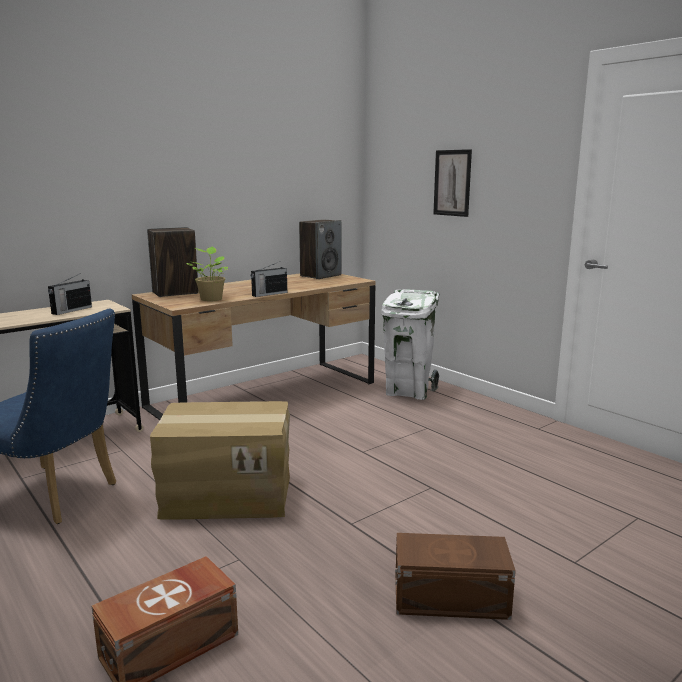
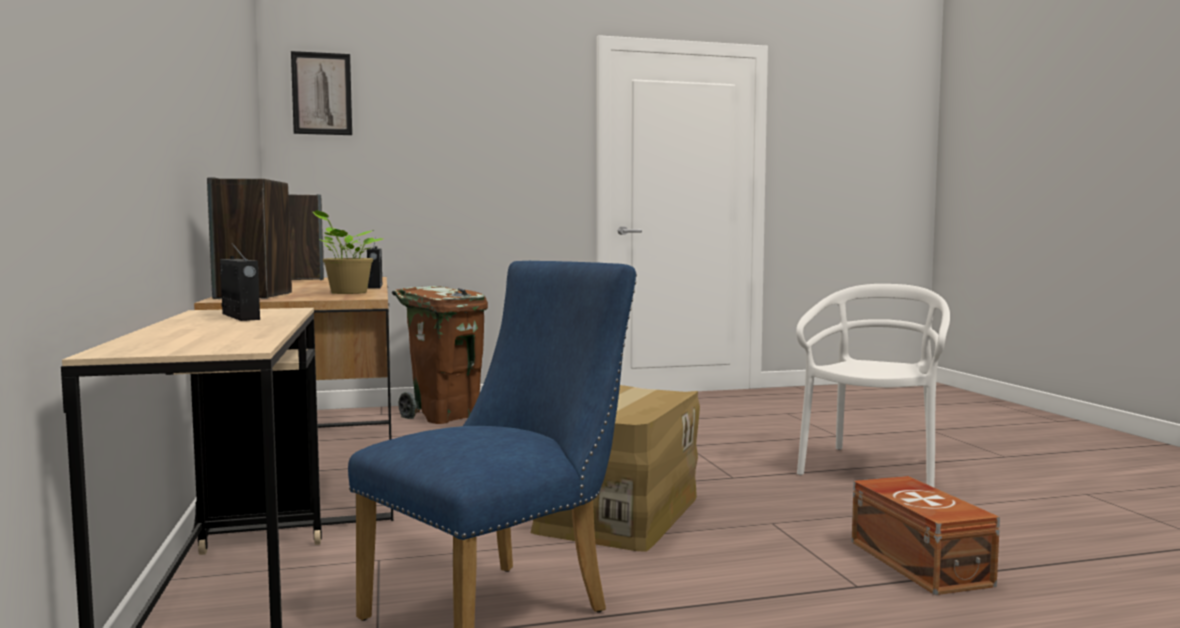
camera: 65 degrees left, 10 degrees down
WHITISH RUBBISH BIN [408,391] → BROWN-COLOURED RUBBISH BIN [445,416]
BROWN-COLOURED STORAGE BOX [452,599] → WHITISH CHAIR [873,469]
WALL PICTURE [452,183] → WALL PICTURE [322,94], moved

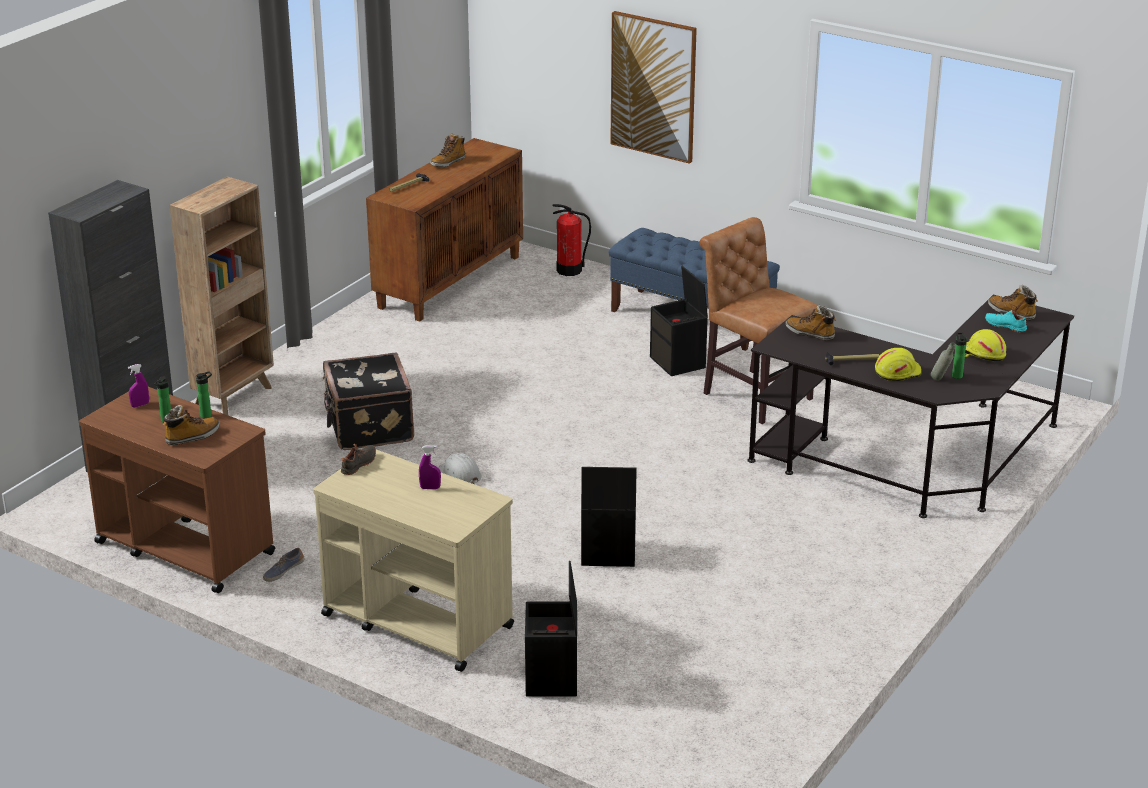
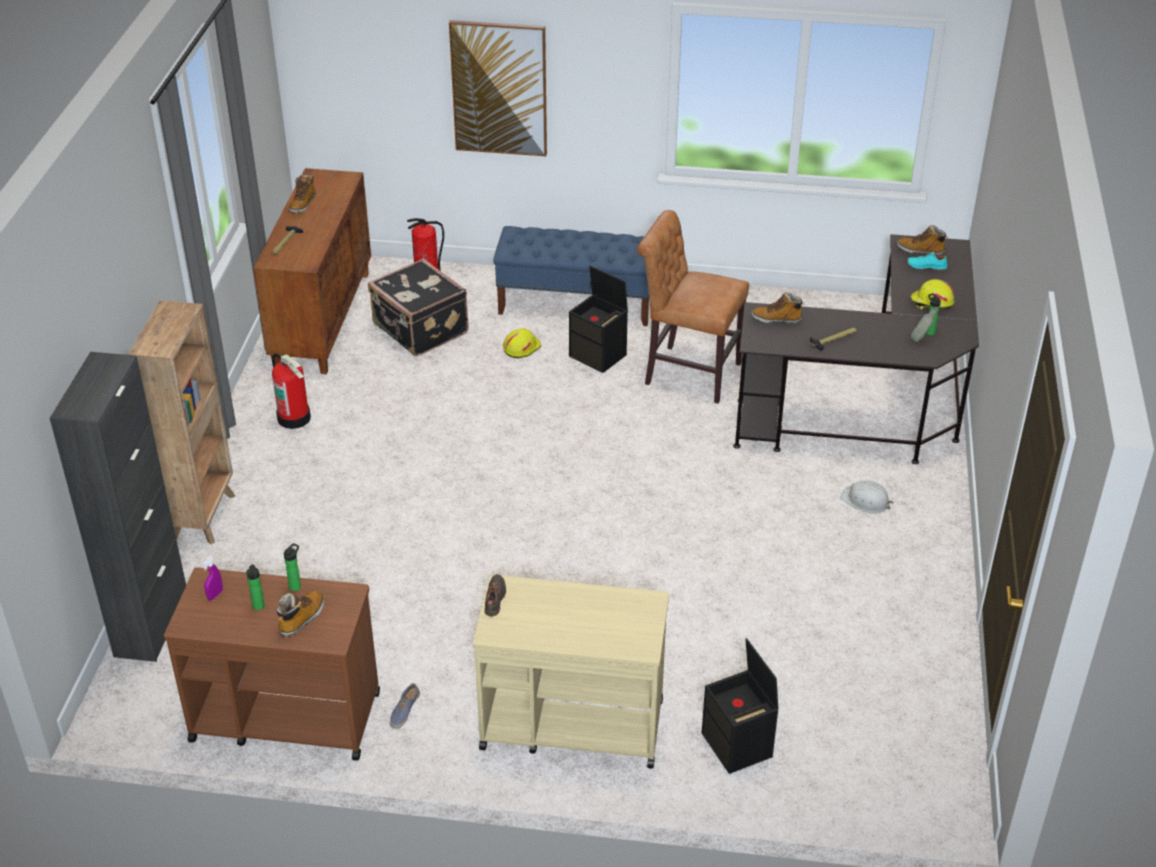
camera: 25 degrees left, 10 degrees up
BLACK-COLOURED TRAVEL CASE [368,427] → BLACK-COLOURED TRAVEL CASE [419,330], moved
PURPLE-COLOURED SPRAY BOTTLE [430,488] → -
WHITISH SAFETY HELMET [460,475] → WHITISH SAFETY HELMET [866,501], moved
BLACK-COLOURED STORAGE BOX [606,553] → -
YELLOW-COLOURED SAFETY HELMET [897,372] → YELLOW-COLOURED SAFETY HELMET [521,348], moved
- → FIRE EXTINGUISHER [294,418]

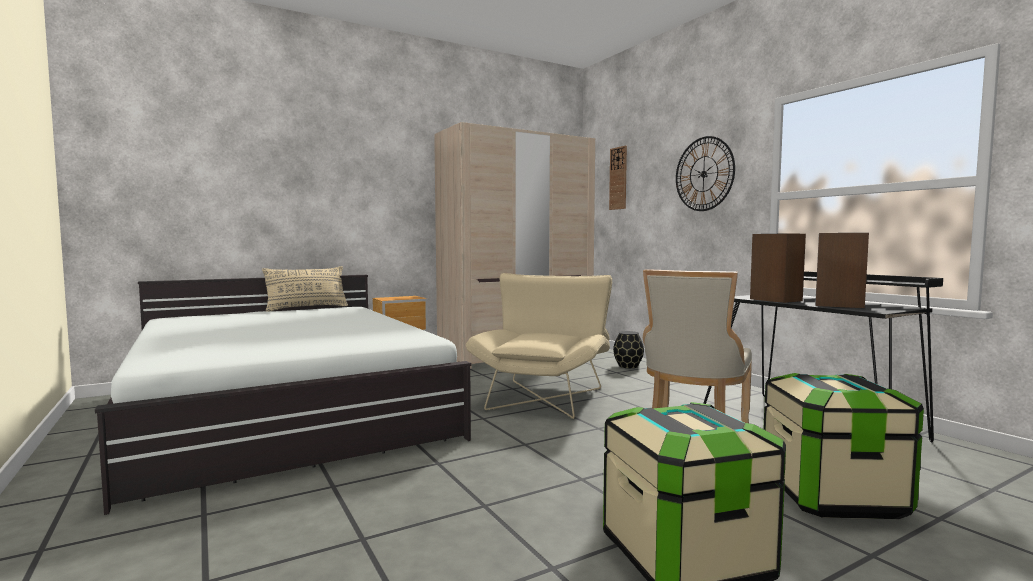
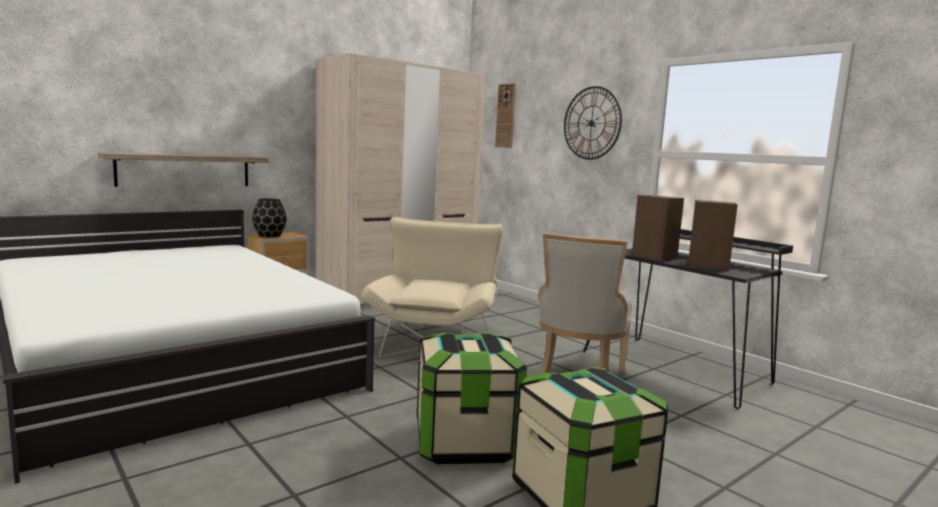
camera: 10 degrees left, 5 degrees up
BEIGE THROW PILLOW [307,308] → -
BLACK-COLOURED VASE [628,366] → BLACK-COLOURED VASE [269,236], moved
STORAGE BOX [833,496] → STORAGE BOX [465,442], moved
- → WALL SHELF [184,170]

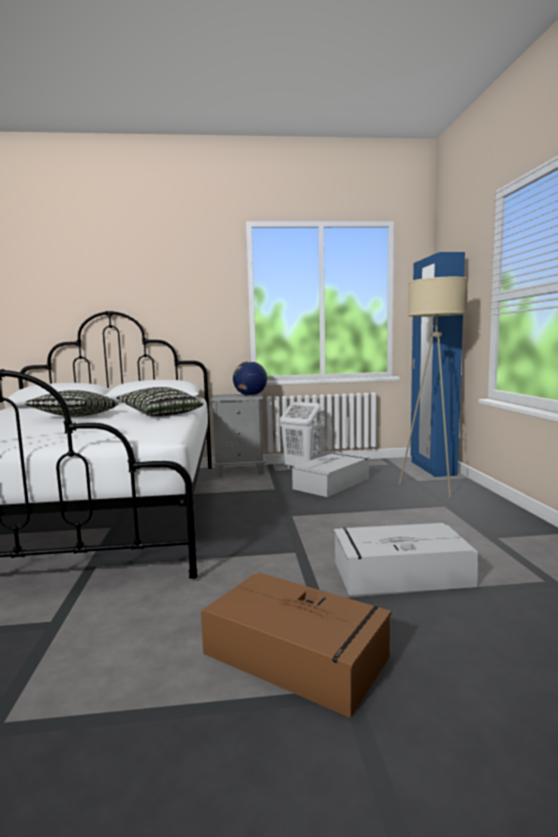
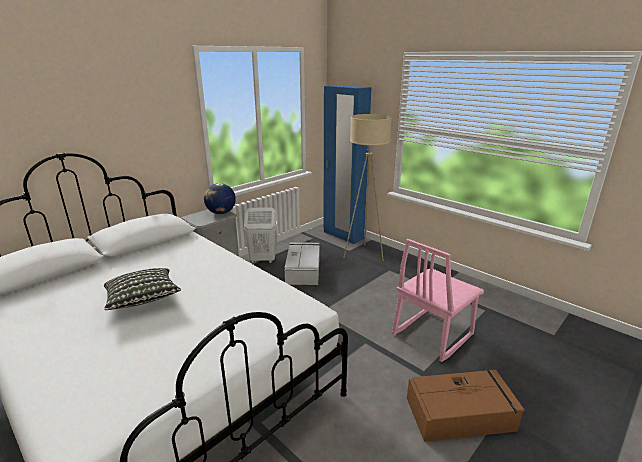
camera: 40 degrees left, 15 degrees up
THROW PILLOW [161,414] → -
GREYISH STORAGE BOX [399,573] → PINK CHAIR [431,334]

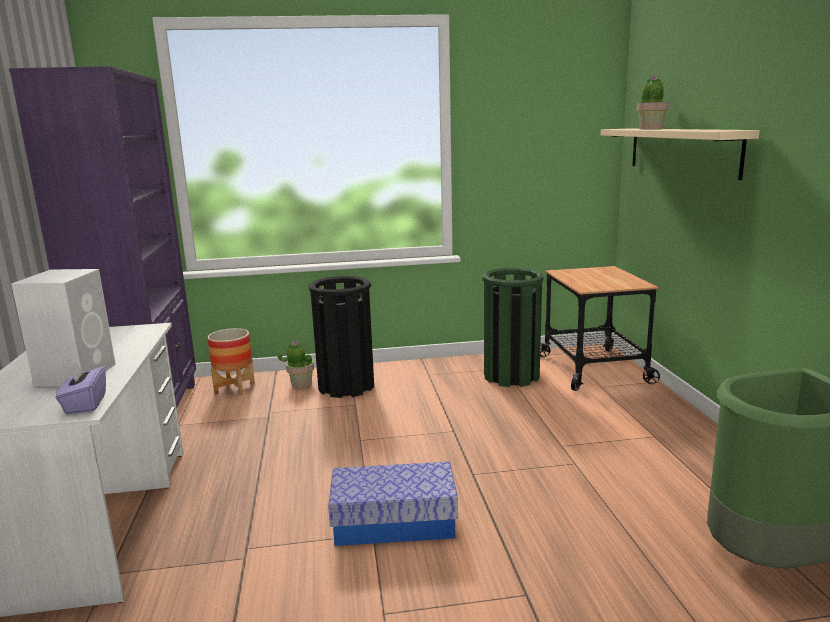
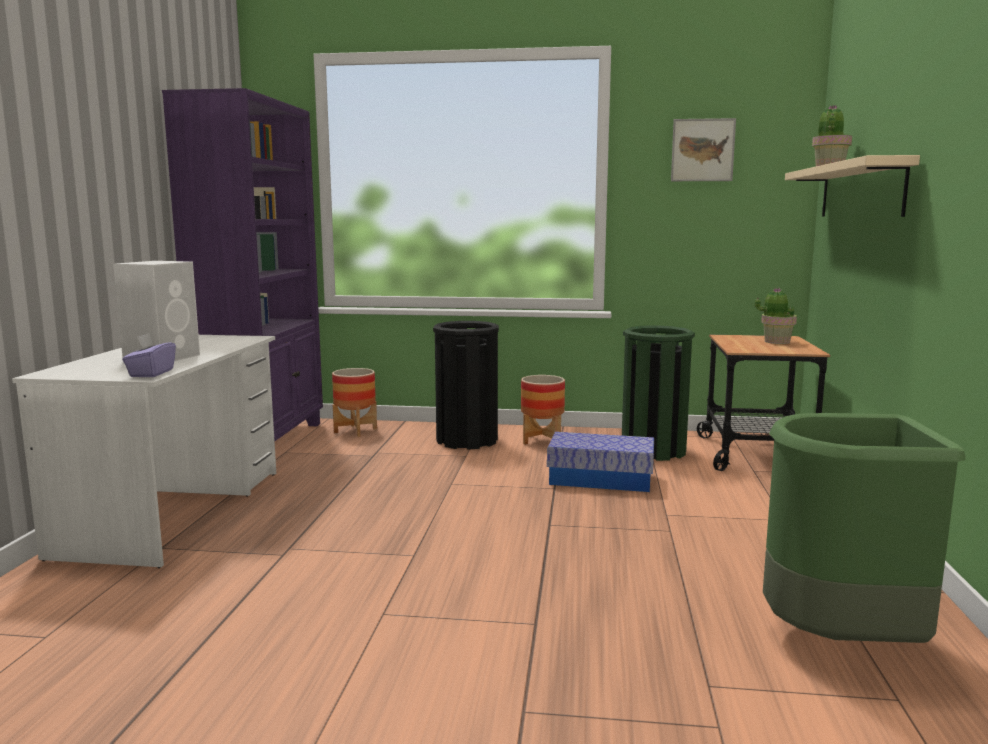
camera: 15 degrees right, 5 degrees down
HOUSEPLANT [301,384] → HOUSEPLANT [776,342], moved
STORAGE BOX [394,522] → STORAGE BOX [600,479], moved
- → PLANT POT [542,440]
- → WALL PICTURE [702,150]

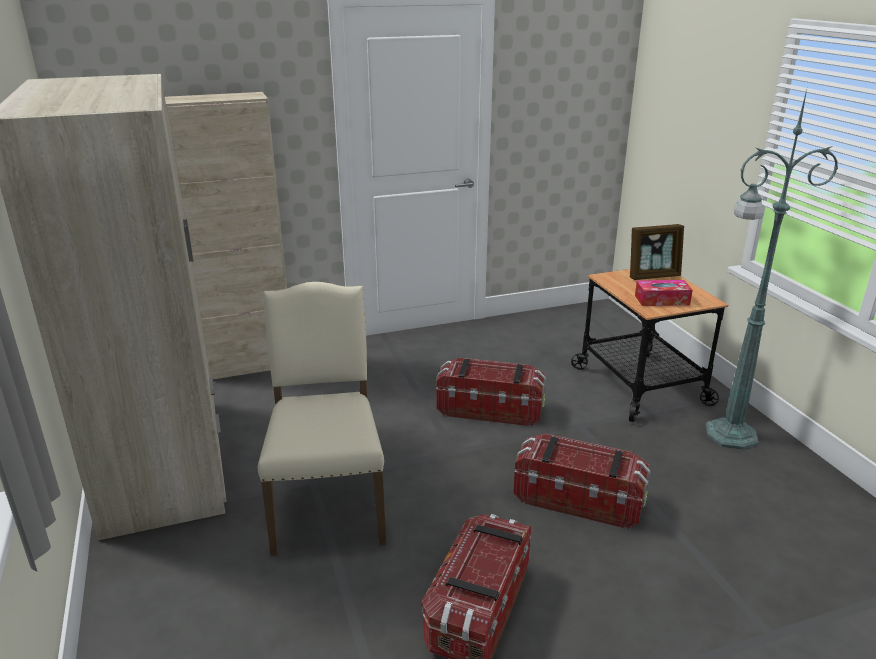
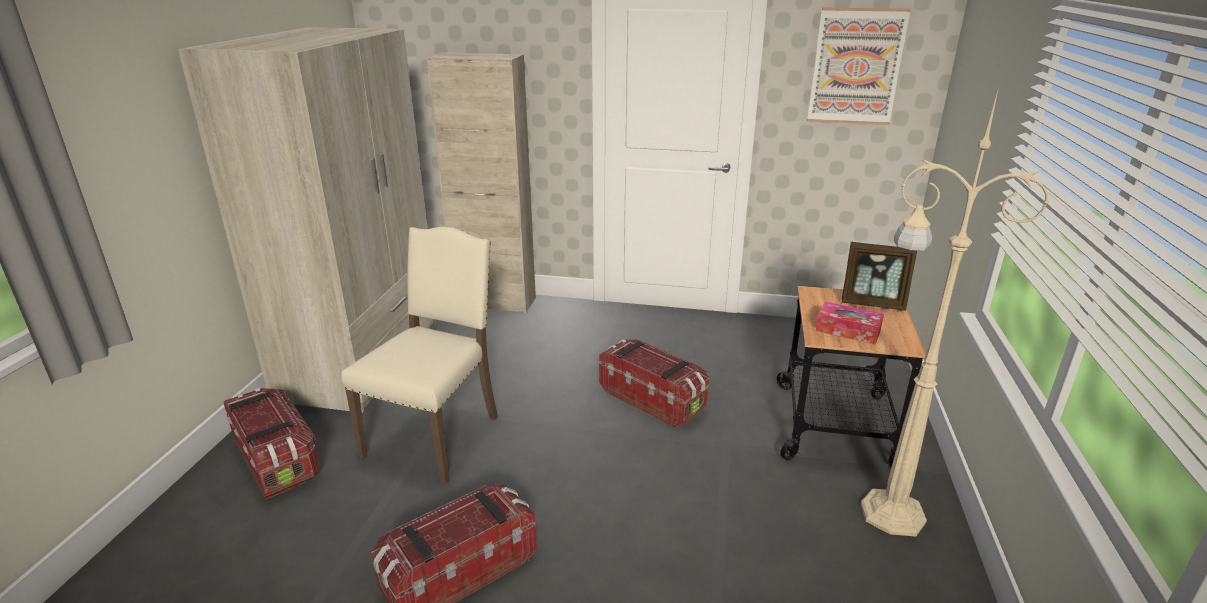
camera: 30 degrees right, 0 degrees up
STORAGE BOX [578,499] → STORAGE BOX [276,459], moved
GREEN-COLOURED STANDARD LAMP [728,434] → BEIGE STANDARD LAMP [888,512]
- → WALL PICTURE [856,67]

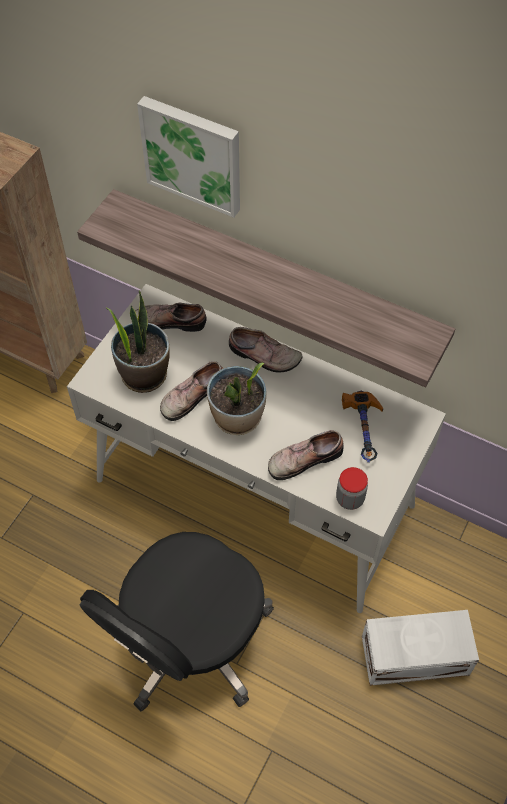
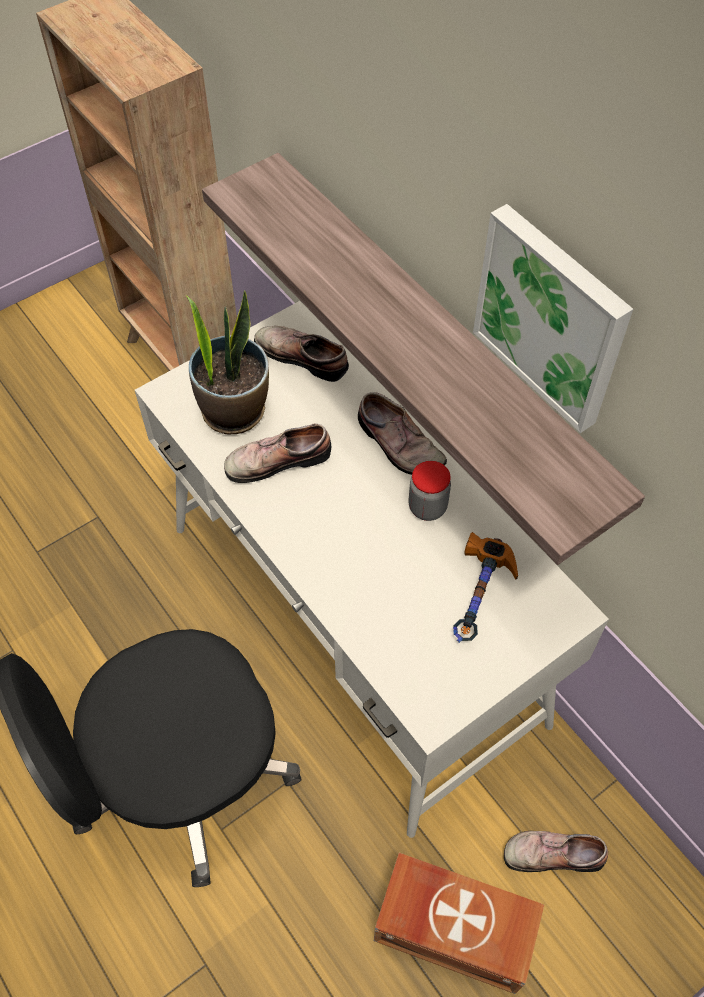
camera: 25 degrees right, 0 degrees up
WALL PICTURE [193,154] → WALL PICTURE [552,317], moved
HOUSEPLANT [238,418] → -
SHOE [303,458] → SHOE [552,852], moved
PRESERVE JAR [350,499] → PRESERVE JAR [427,507], moved
WHITISH STORAGE BOX [413,654] → BROWN-COLOURED STORAGE BOX [452,926]

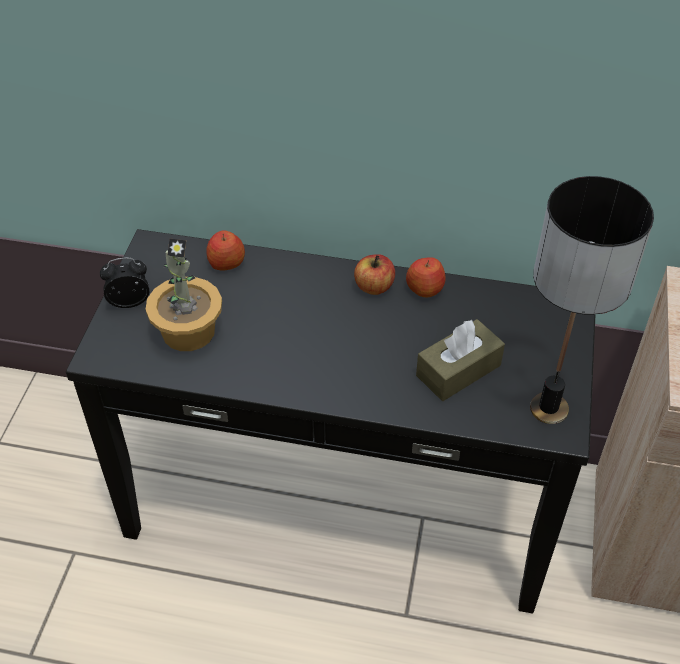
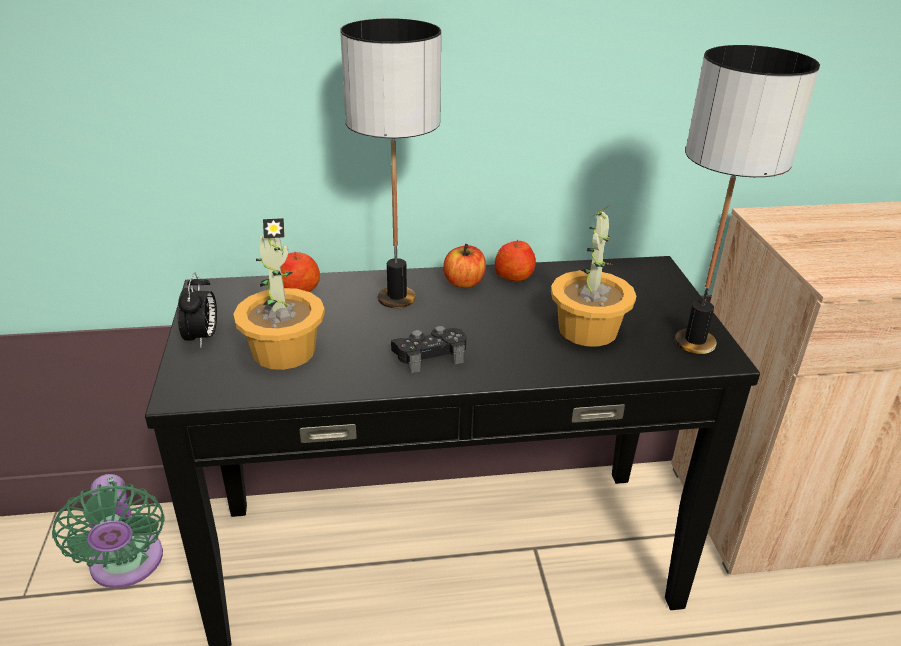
camera: 20 degrees left, 15 degrees down
BEDSIDE CLOCK [130,301] → BEDSIDE CLOCK [202,338], 120 degrees clockwise
BROWN-COLOURED BOX OF TISSUES [458,370] → HOUSEPLANT [588,330]
- → GREEN-COLOURED ELECTRIC FAN [127,566]
- → TABLE LAMP [396,299]
- → BLACK-COLOURED JOYPAD [430,355]

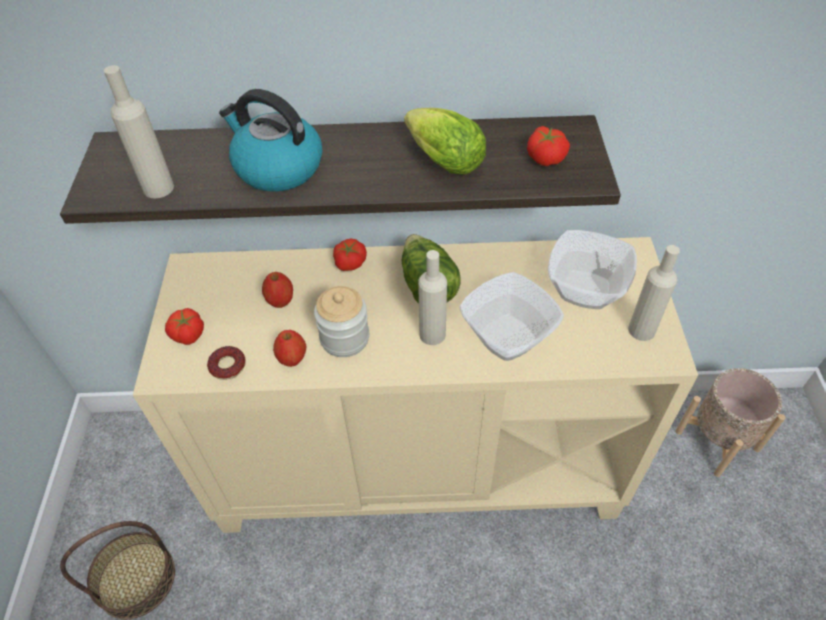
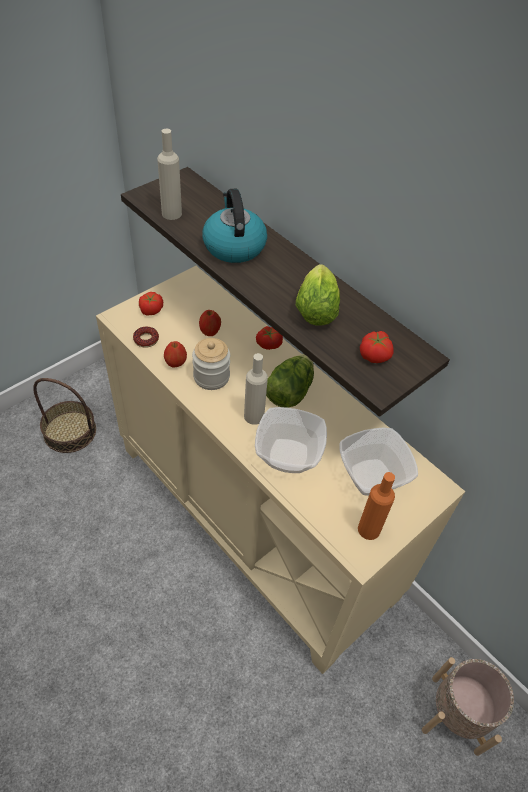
camera: 45 degrees right, 0 degrees up
BEIGE DRINK BOTTLE [641,330] → ORANGE-COLOURED DRINK BOTTLE [369,529]

